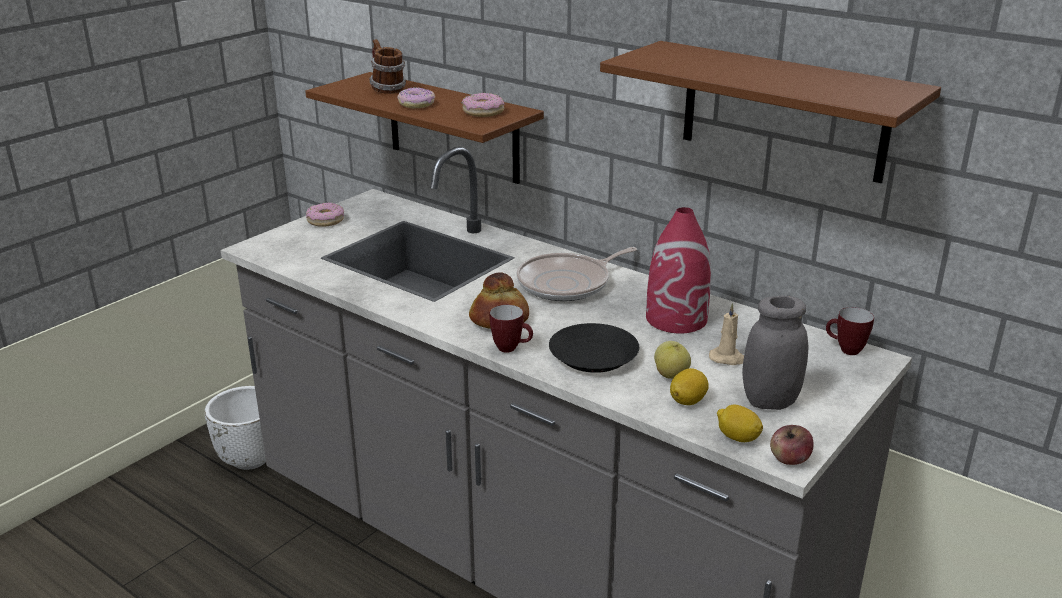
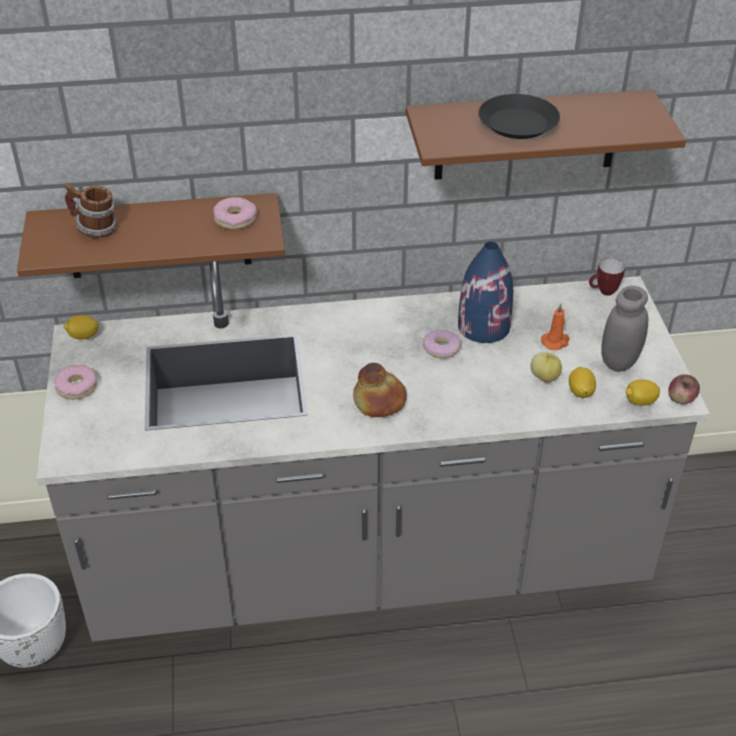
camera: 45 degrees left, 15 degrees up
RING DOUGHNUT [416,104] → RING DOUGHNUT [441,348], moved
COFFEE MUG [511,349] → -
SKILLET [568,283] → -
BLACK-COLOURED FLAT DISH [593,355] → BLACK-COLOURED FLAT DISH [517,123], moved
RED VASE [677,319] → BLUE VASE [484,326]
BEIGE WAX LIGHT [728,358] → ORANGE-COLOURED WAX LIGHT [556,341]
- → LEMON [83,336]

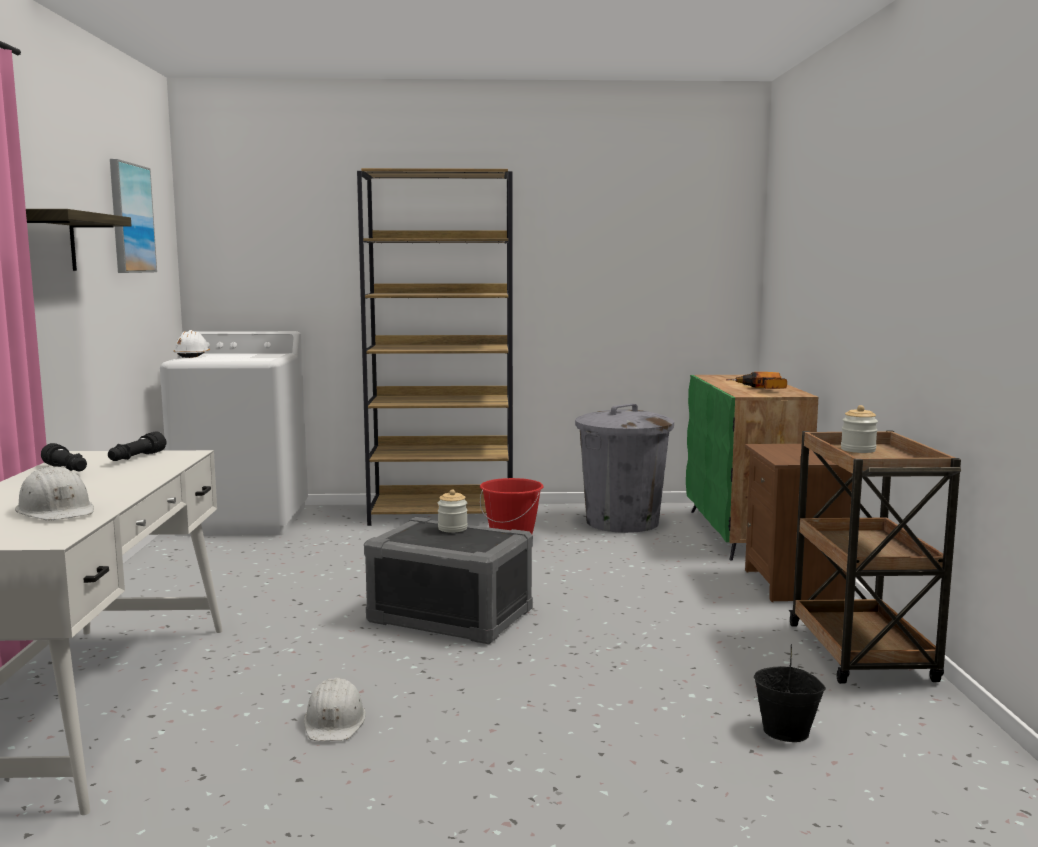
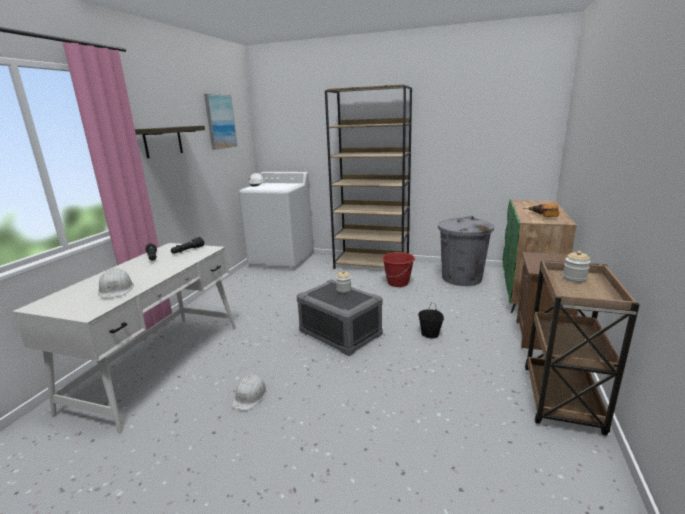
camera: 20 degrees right, 10 degrees up
BLACK-COLOURED PAIL [787,731] → BLACK-COLOURED PAIL [430,334], moved

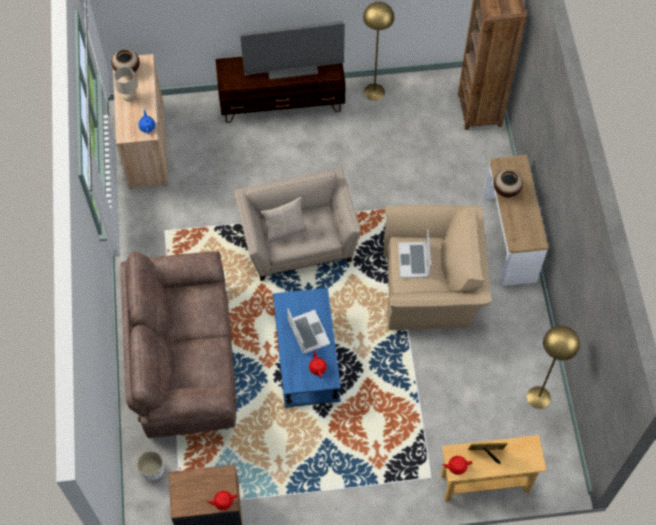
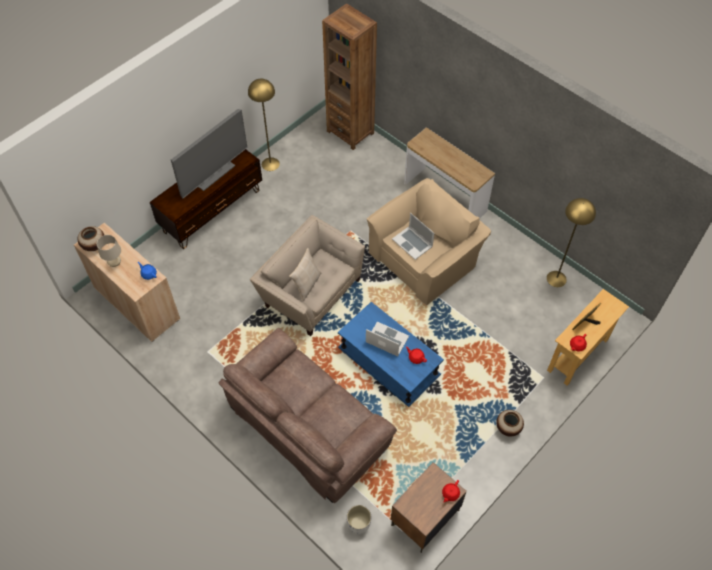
camera: 40 degrees left, 5 degrees down
VASE [506,190] → VASE [508,428], moved

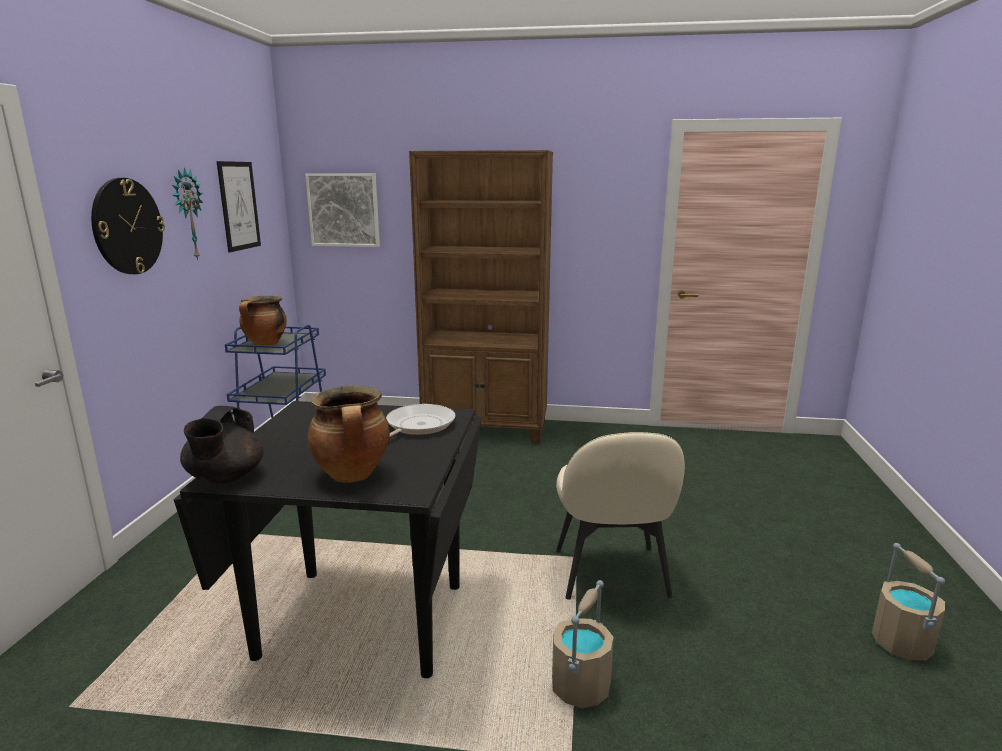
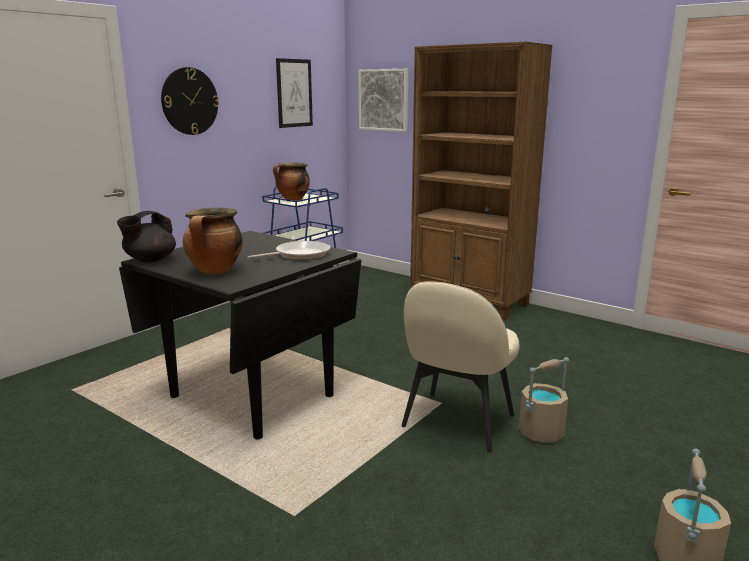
camera: 30 degrees right, 0 degrees up
WALL CLOCK [187,215] → -
BEIGE PAIL [580,686] → BEIGE PAIL [540,432], moved

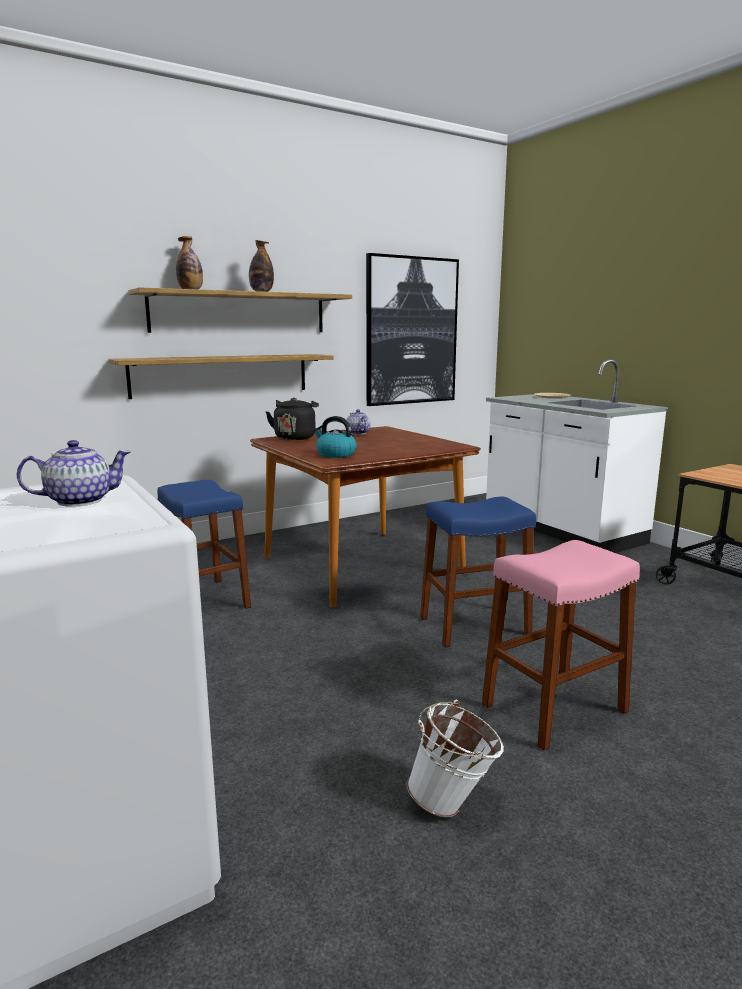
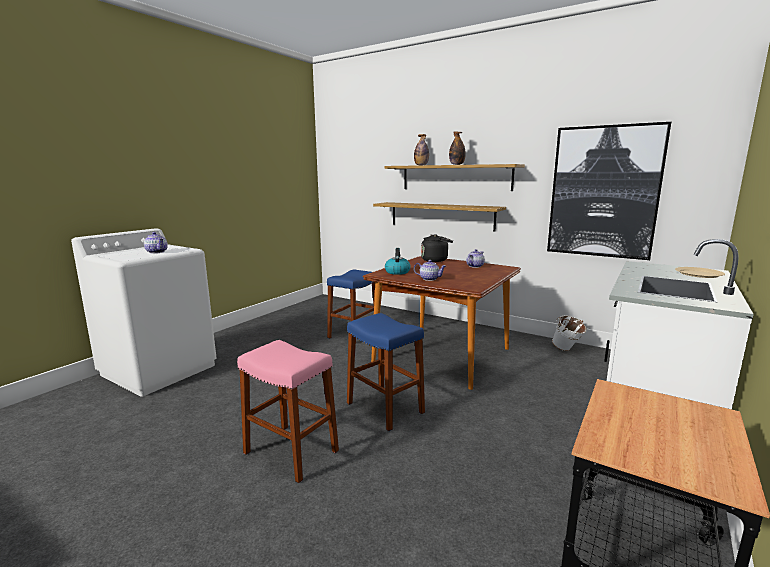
camera: 65 degrees right, 0 degrees up
WHITISH PAIL [454,803] → WHITISH PAIL [567,350], moved
- → TEAPOT [429,279]

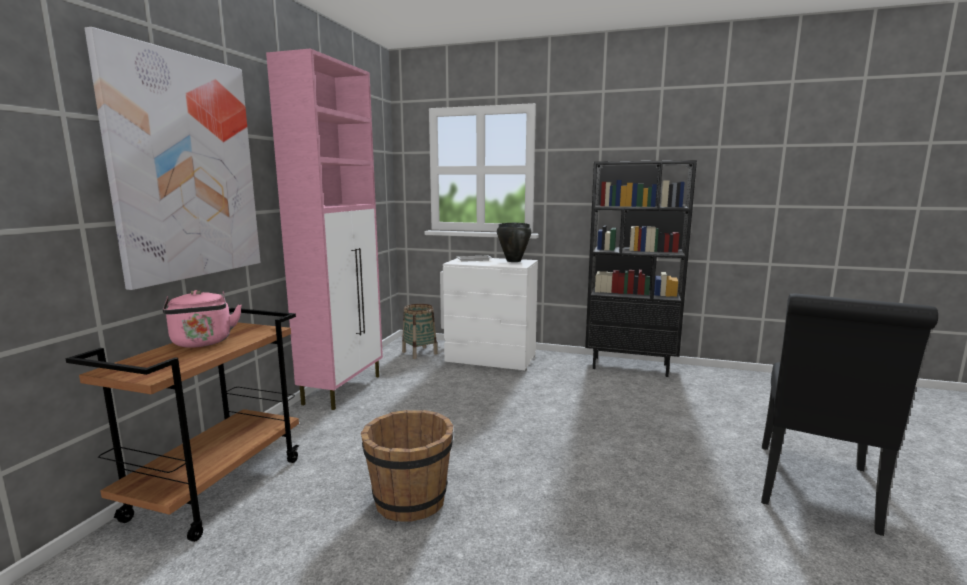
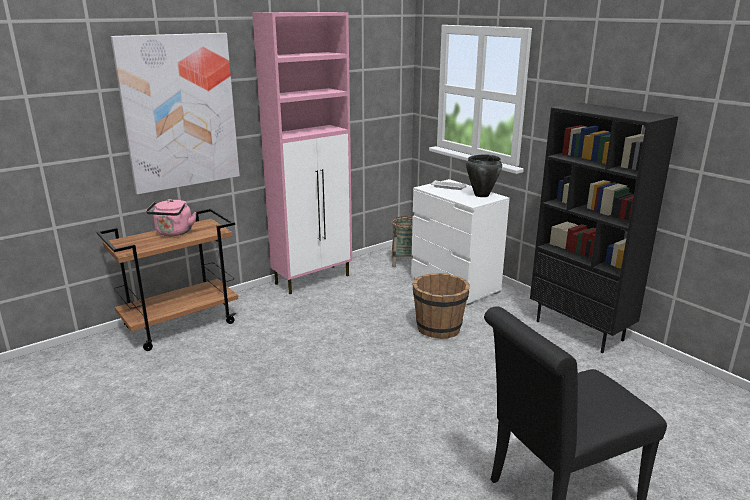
camera: 35 degrees right, 10 degrees up
BROWN-COLOURED PAIL [410,500] → BROWN-COLOURED PAIL [439,328], moved

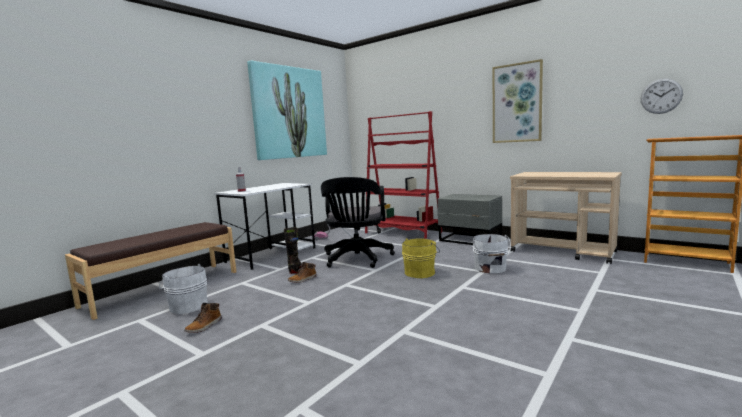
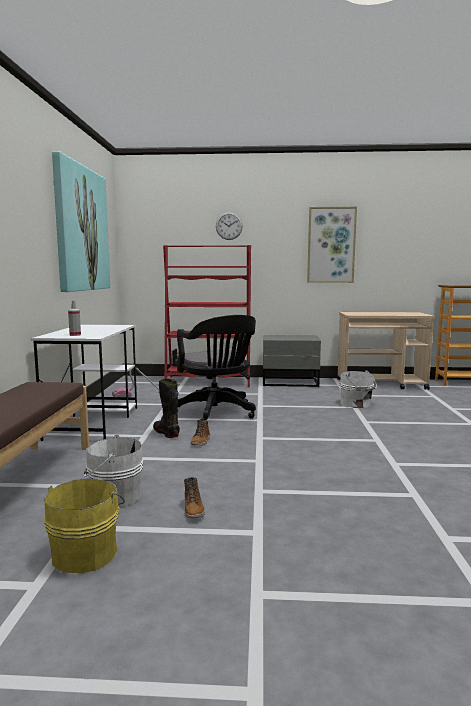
camera: 35 degrees left, 0 degrees up
YELLOW-COLOURED PAIL [421,272] → YELLOW-COLOURED PAIL [87,552], moved
WALL CLOCK [661,96] → WALL CLOCK [229,226], moved

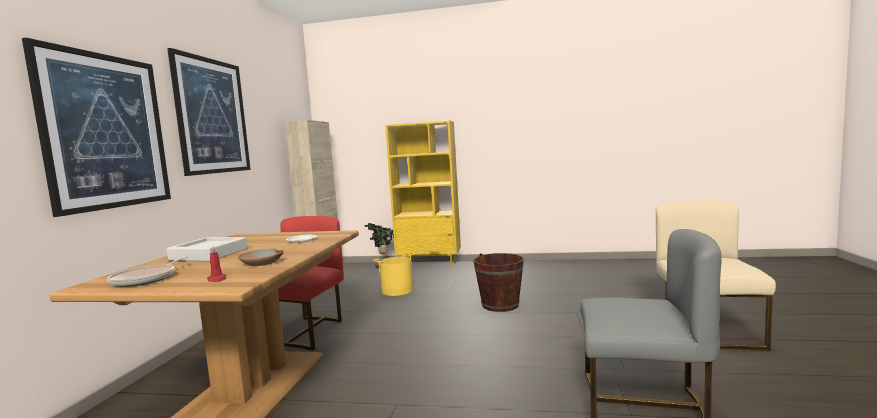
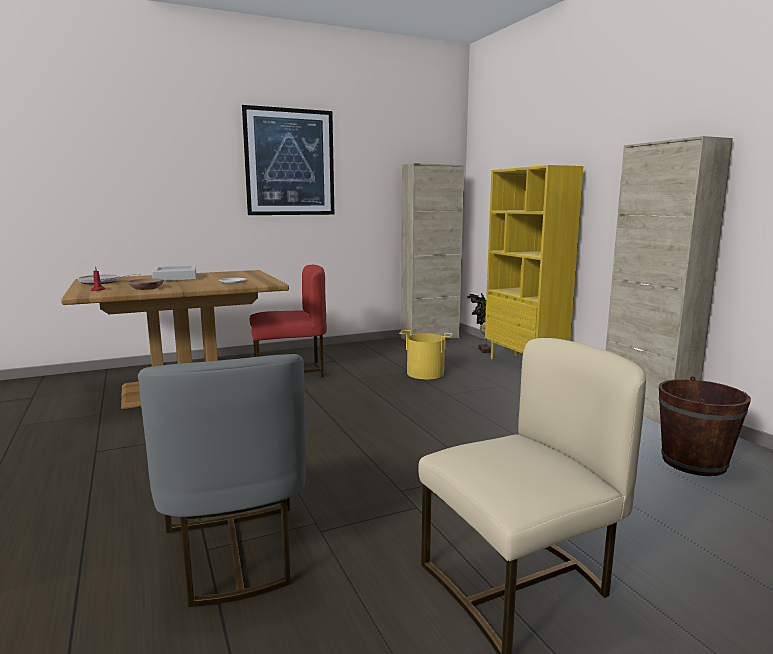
camera: 55 degrees right, 5 degrees up
WALL PICTURE [106,131] → -
BROWN-COLOURED PAIL [500,305] → BROWN-COLOURED PAIL [694,462], moved
- → BEIGE CUPBOARD [645,411]

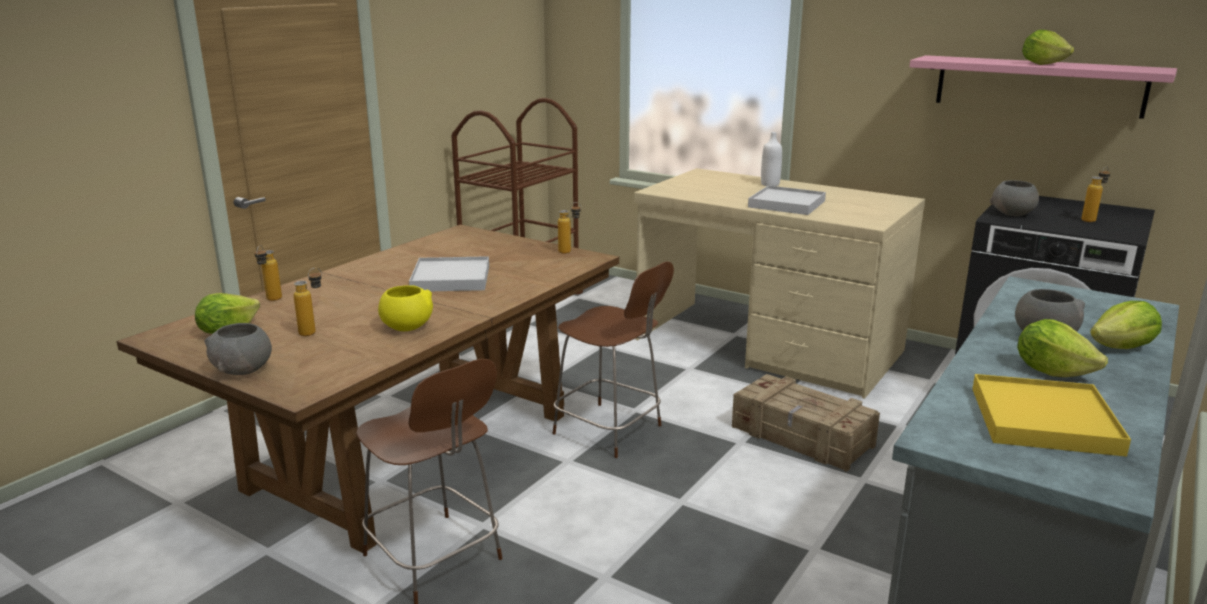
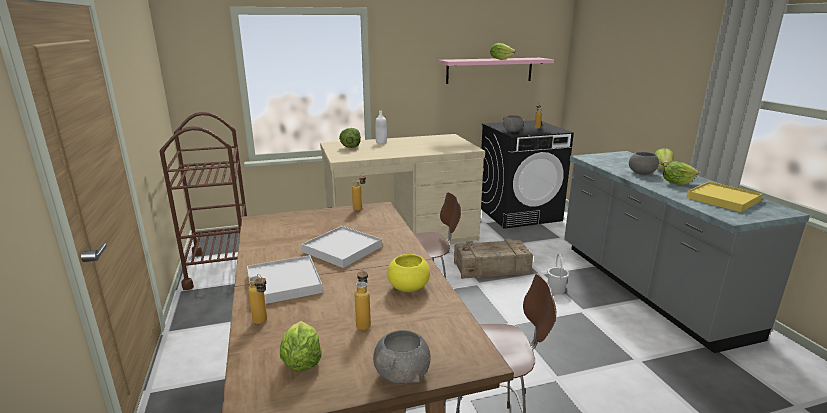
camera: 50 degrees left, 0 degrees up
WHITISH SERVING TRAY [786,204] → WHITISH SERVING TRAY [284,283], moved
- → HEAD OF LETTUCE [350,147]
- → WHITISH PAIL [555,289]

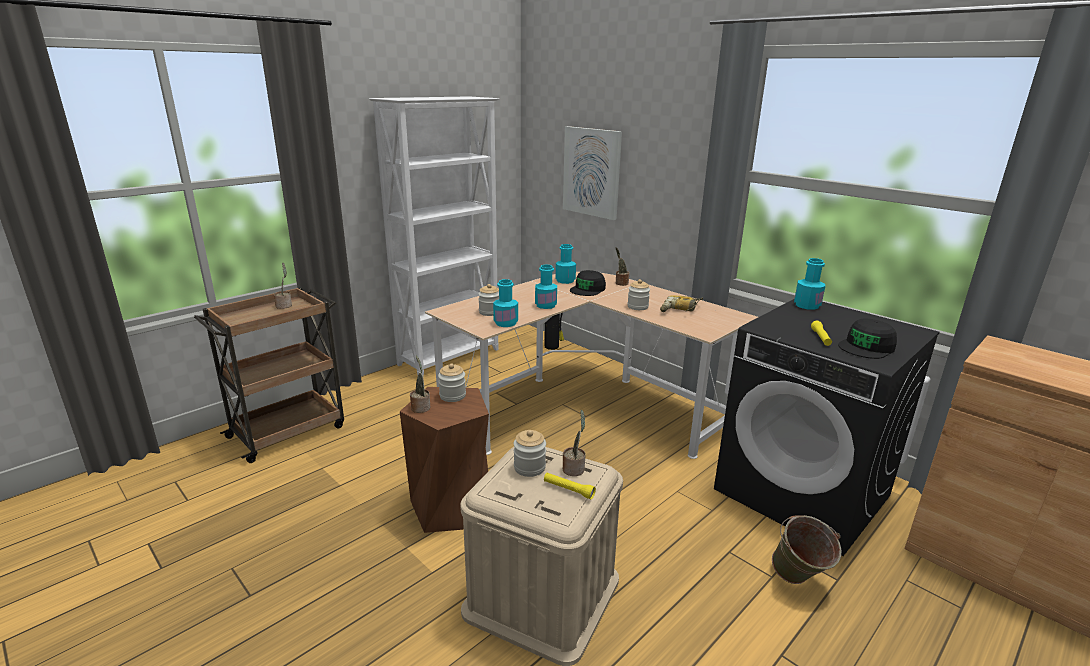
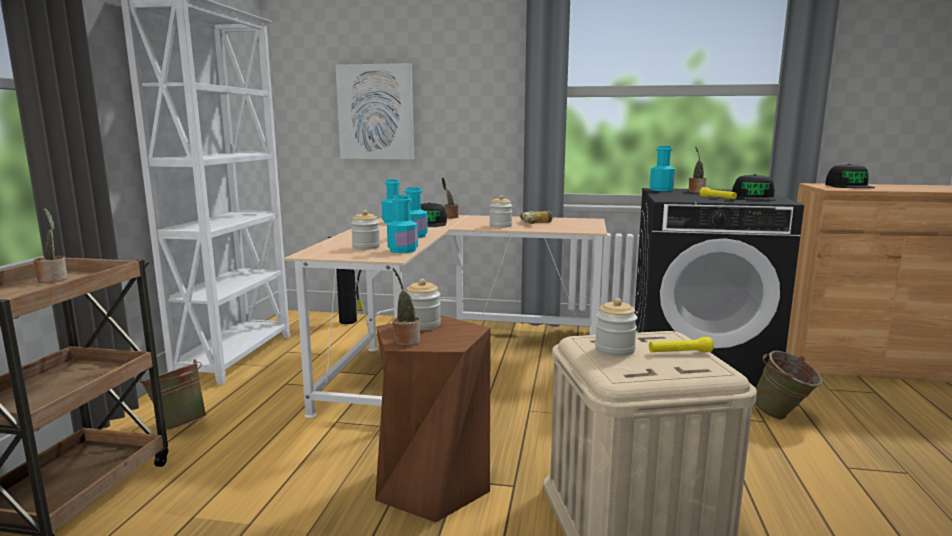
camera: 35 degrees left, 10 degrees down
HOUSEPLANT [574,468] → HOUSEPLANT [696,192], moved
- → GREEN-COLOURED PAIL [179,425]
- → BLACK-COLOURED PEAKED CAP [849,186]

